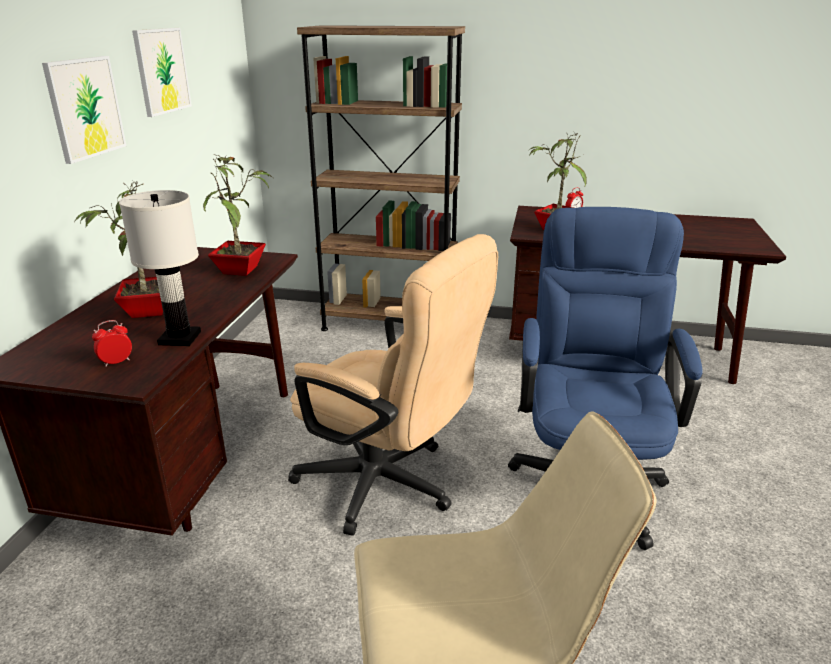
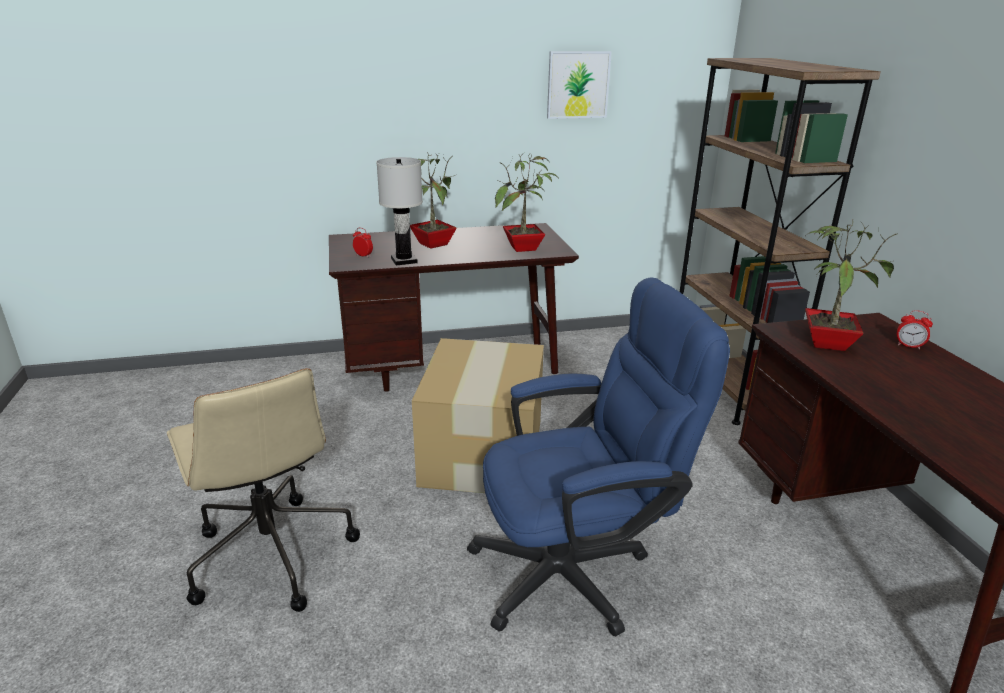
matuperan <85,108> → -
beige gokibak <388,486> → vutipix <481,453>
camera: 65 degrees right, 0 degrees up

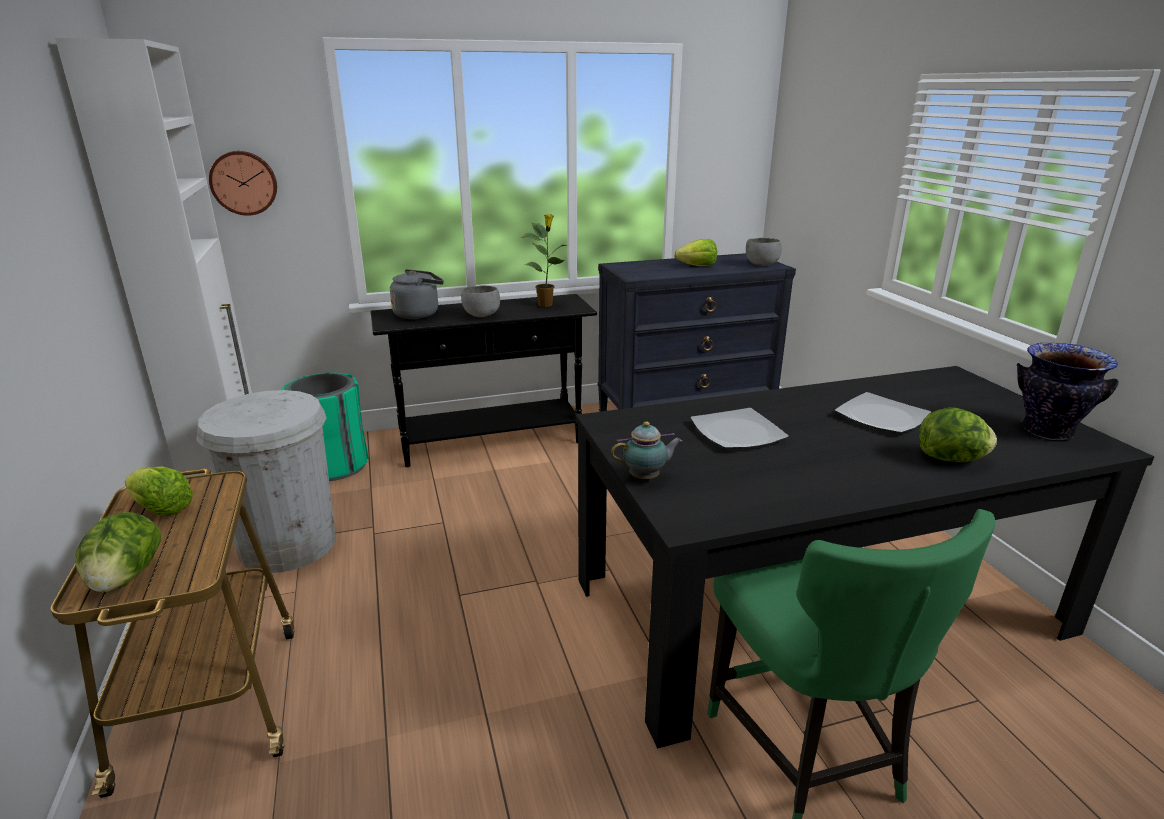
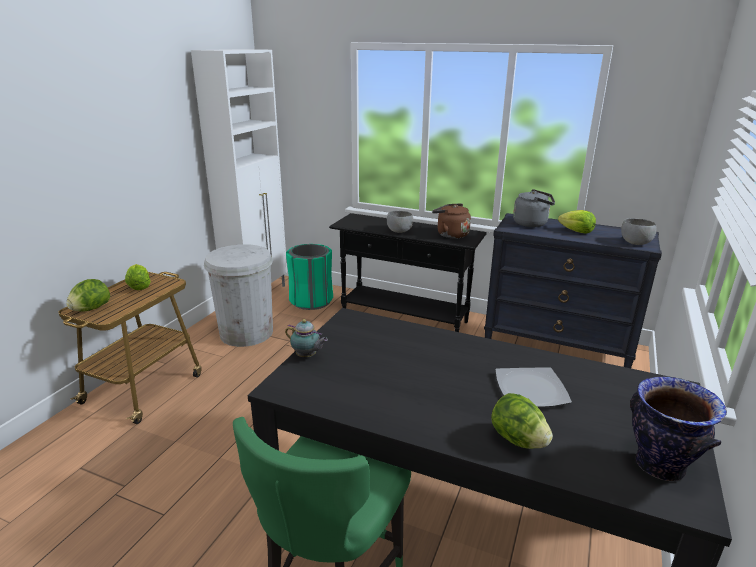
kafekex <244,183> → -
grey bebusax <419,314> → grey bebusax <532,223>, relocated
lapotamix <546,305> → brown bebusax <450,234>
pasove <737,433> → -
camera: 40 degrees right, 0 degrees up

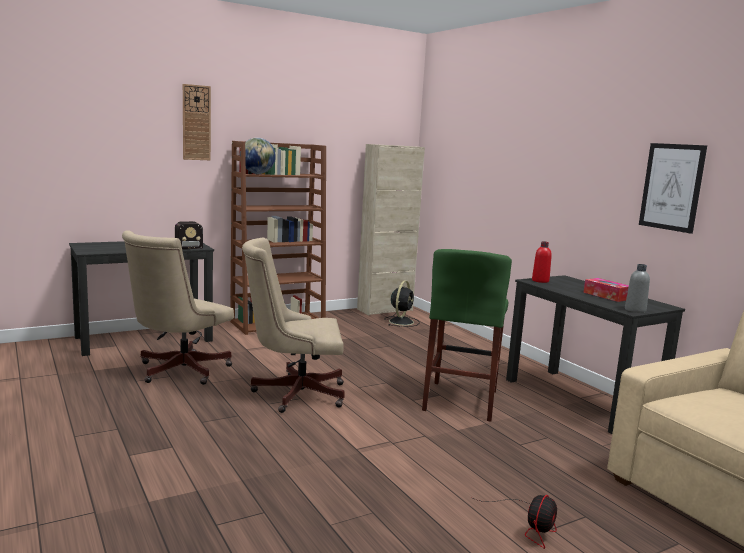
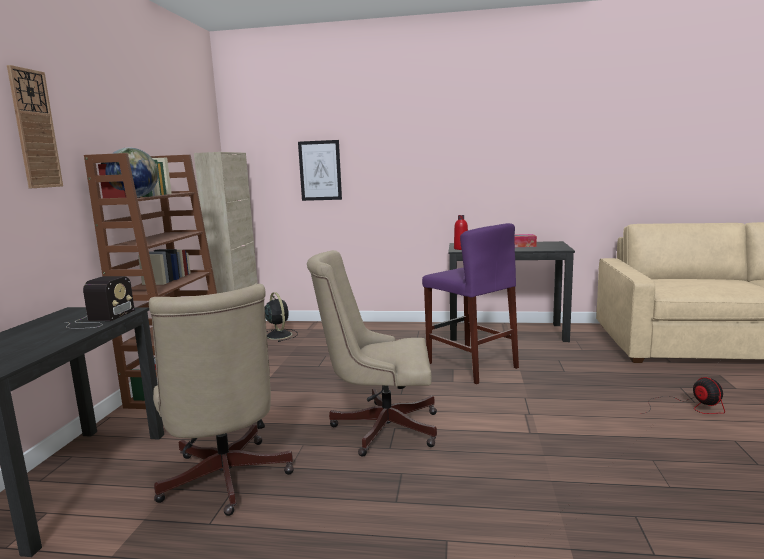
beige gokibak <293,393> → beige gokibak <379,427>, 60 degrees clockwise
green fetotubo <460,400> → purple fetotubo <471,365>
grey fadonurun <635,310> → -
matuperan <671,187> → matuperan <320,170>, relocated
camera: 50 degrees left, 0 degrees up

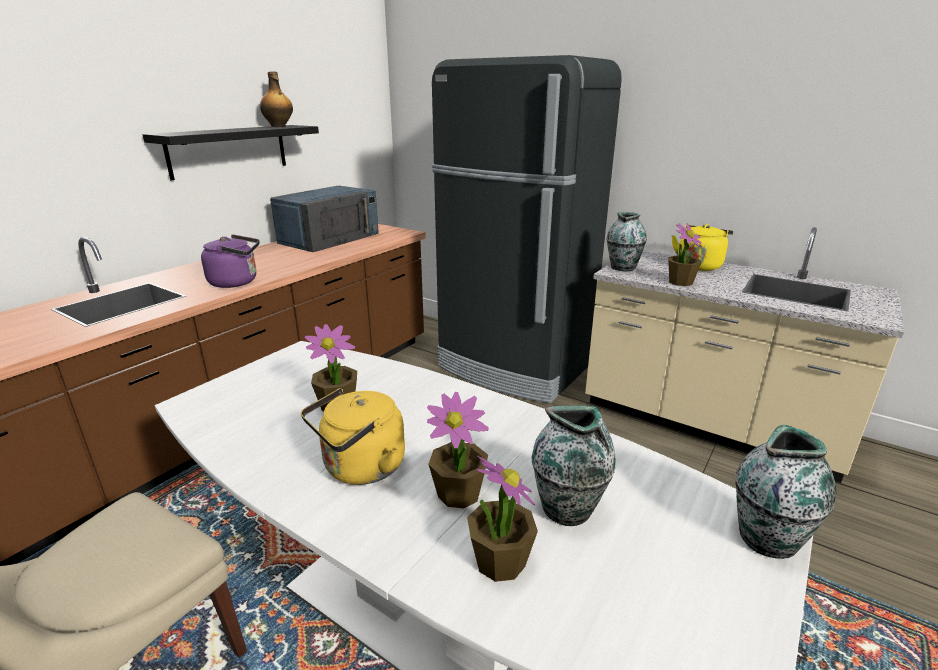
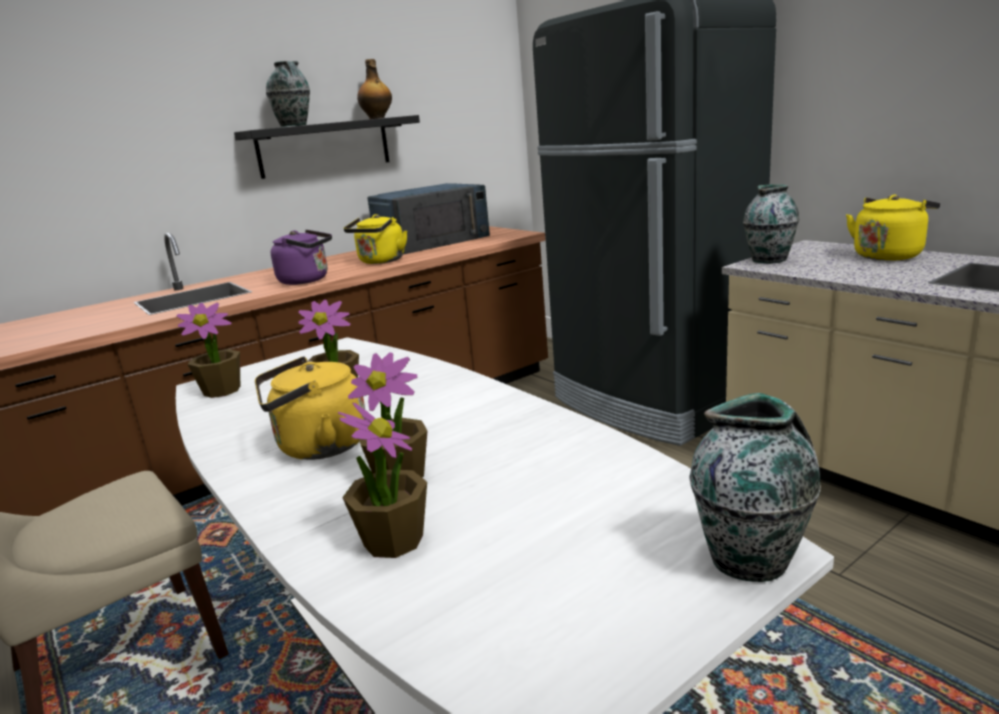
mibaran <568,509> → mibaran <294,126>, relocated
lapotamix <680,282> → lapotamix <222,390>, relocated
- → yellow bebusax <380,261>
camera: 20 degrees right, 5 degrees down

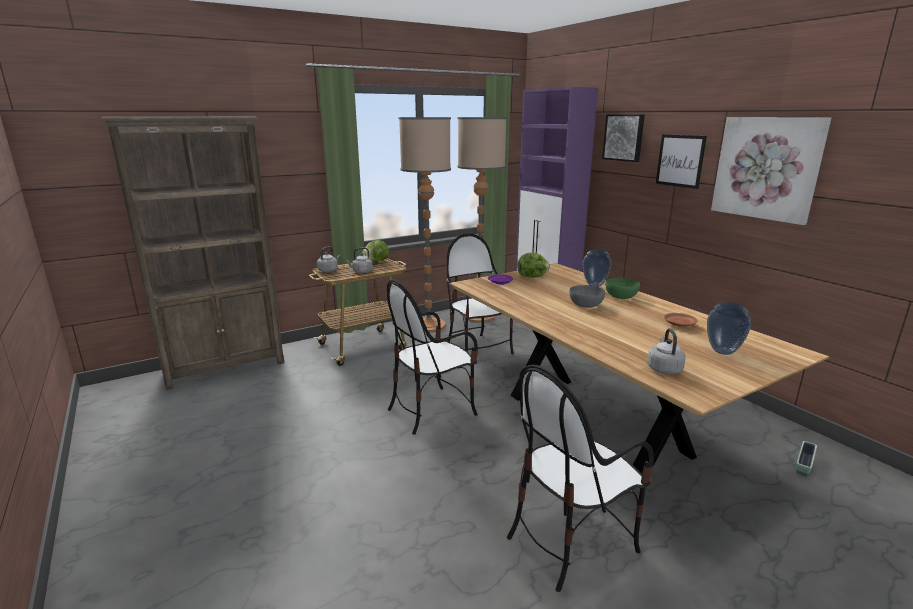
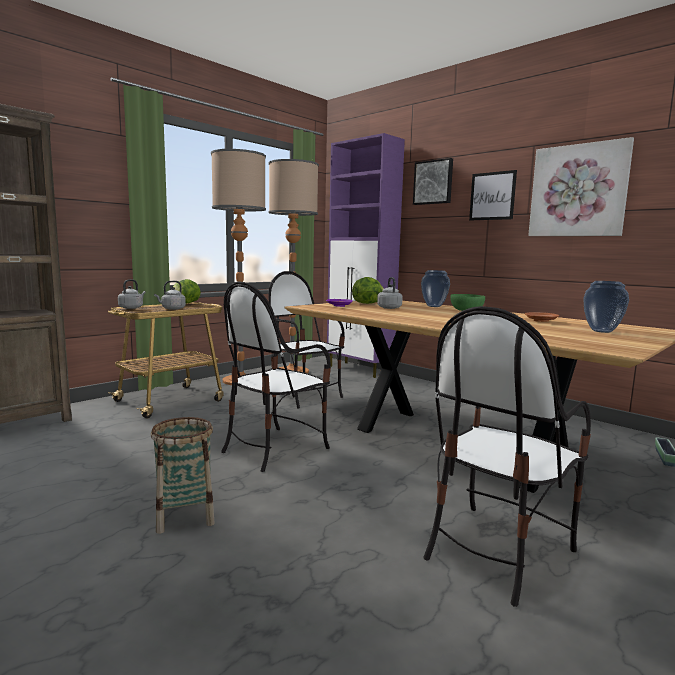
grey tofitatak <586,305> → -
grey bebusax <663,368> → grey bebusax <389,308>, relocated
- → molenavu <185,515>
camera: 15 degrees left, 10 degrees down

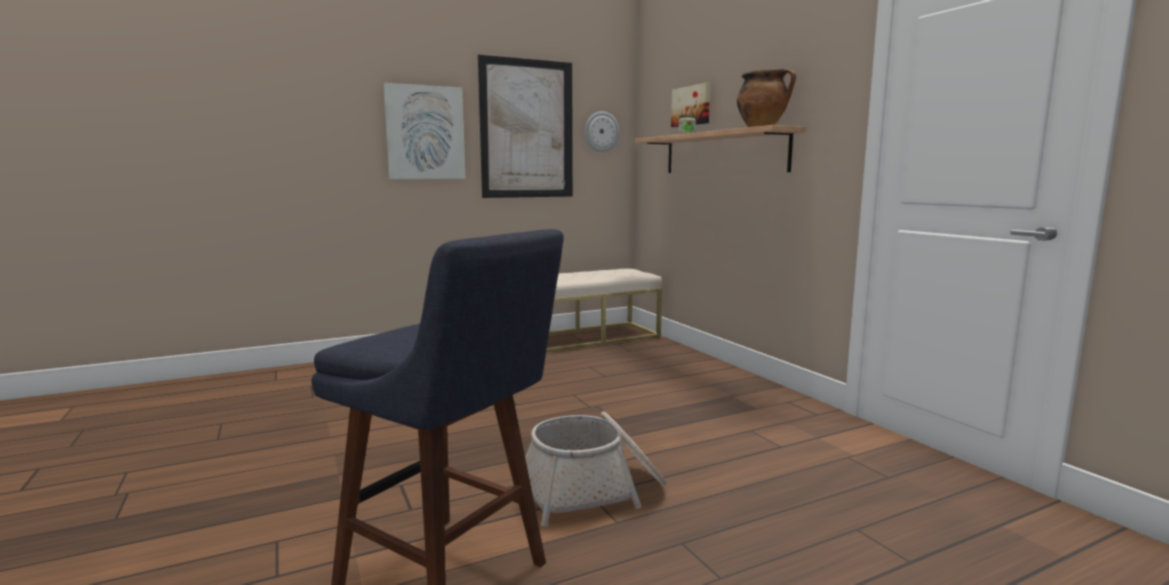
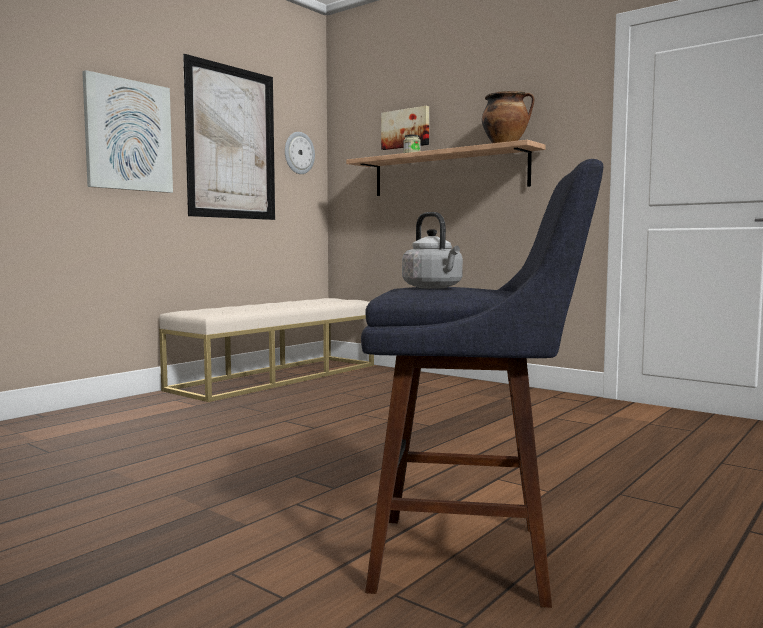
molenavu <593,490> → -
- → grey bebusax <434,287>
camera: 25 degrees left, 5 degrees down

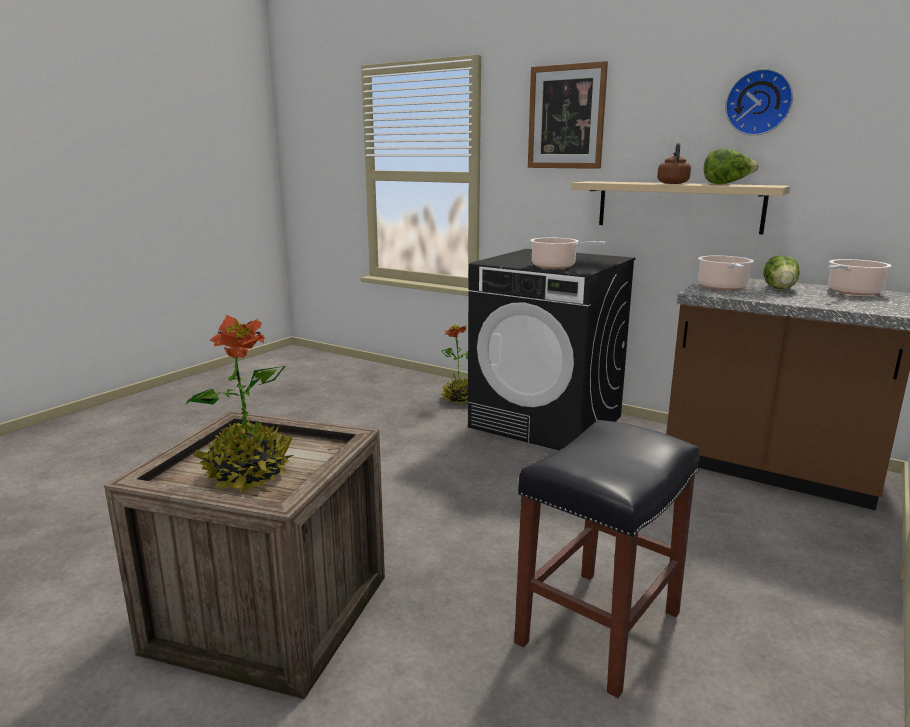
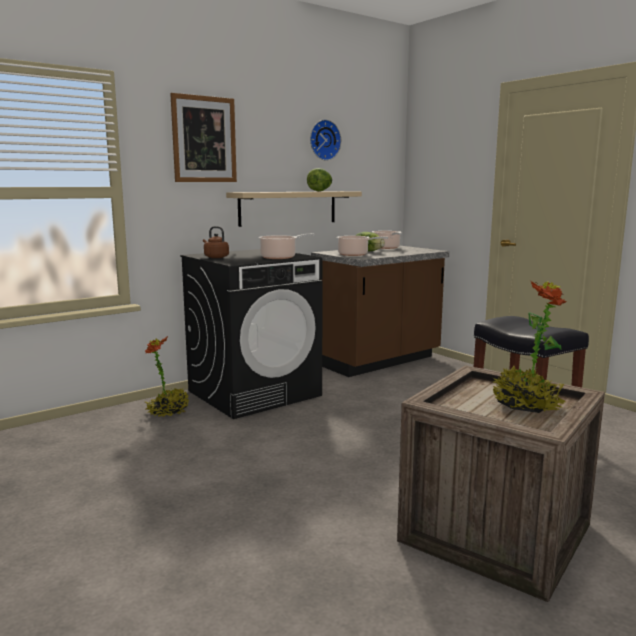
brown bebusax <672,183> → brown bebusax <215,257>, relocated
camera: 70 degrees left, 5 degrees down

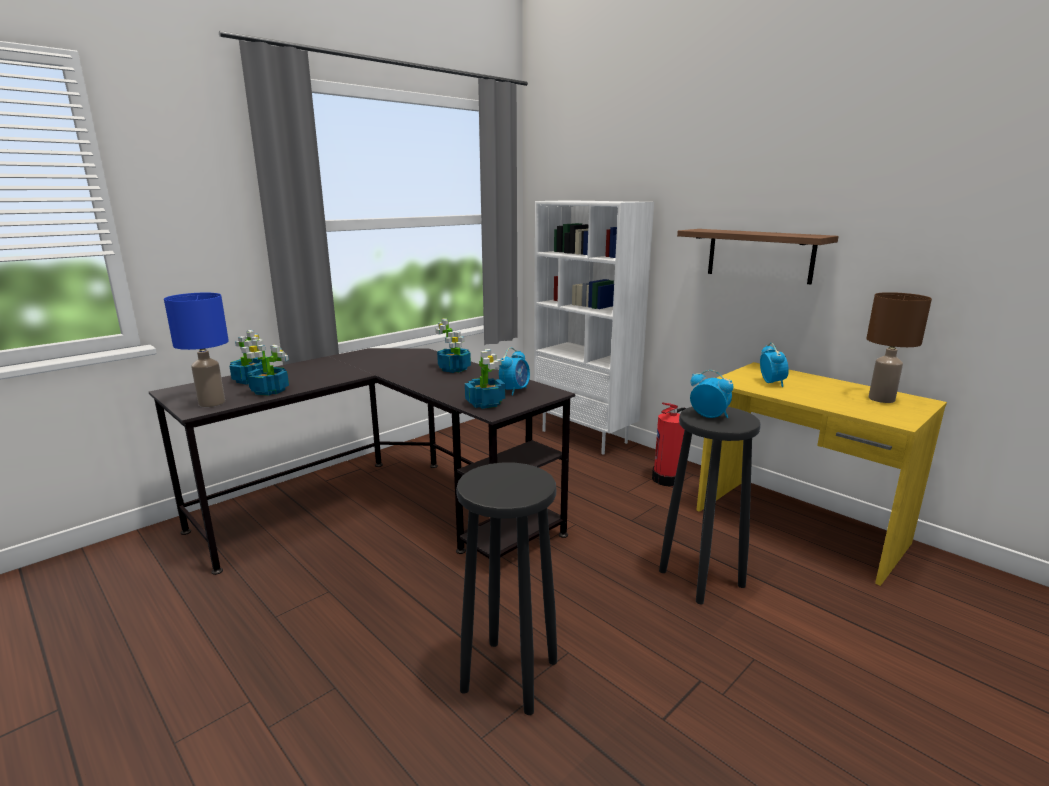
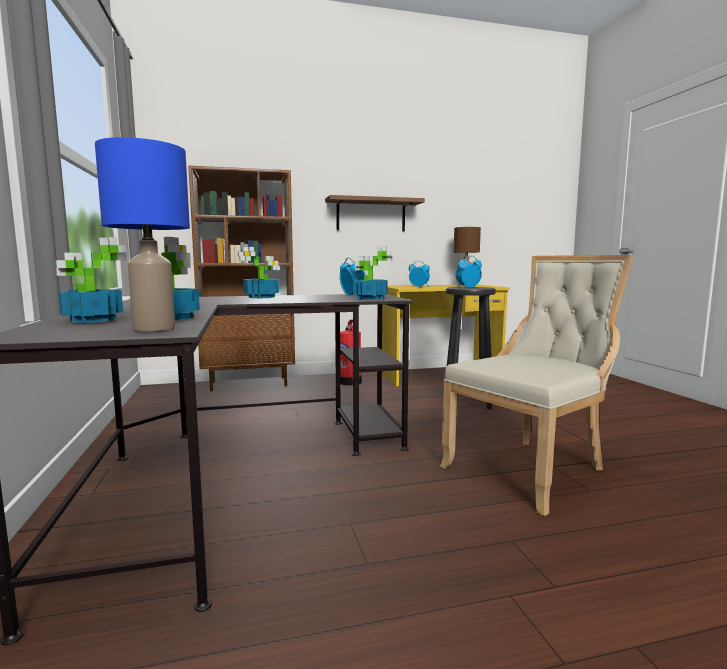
black fetotubo <509,676> → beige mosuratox <530,469>
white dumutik <585,436> → brown dumutik <249,384>
camera: 60 degrees left, 10 degrees down

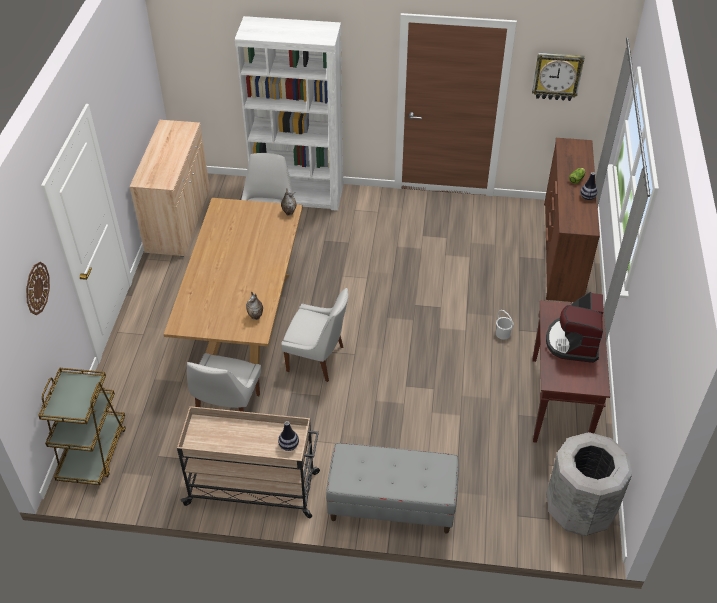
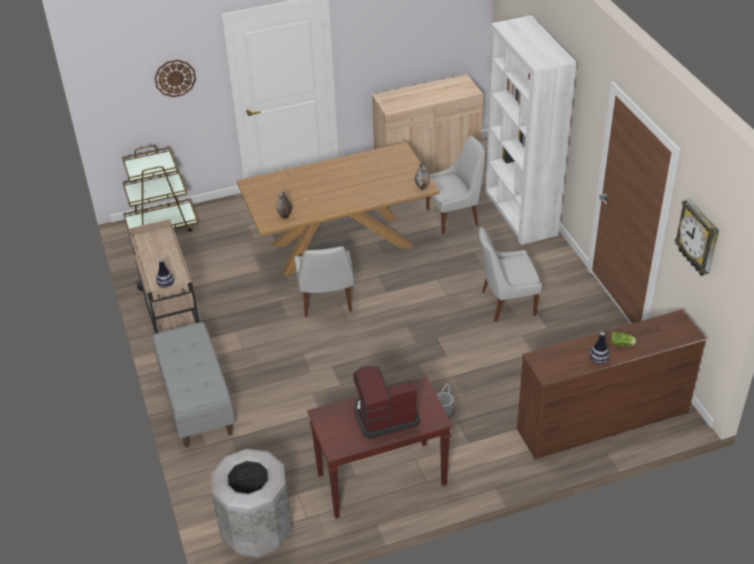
white mosuratox <227,409> → white mosuratox <506,303>, relocated
camera: 65 degrees right, 5 degrees down

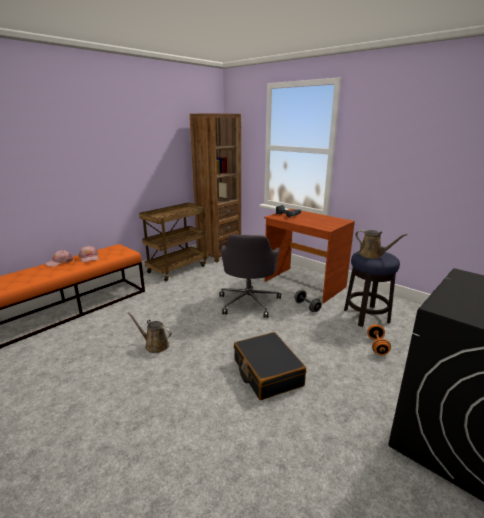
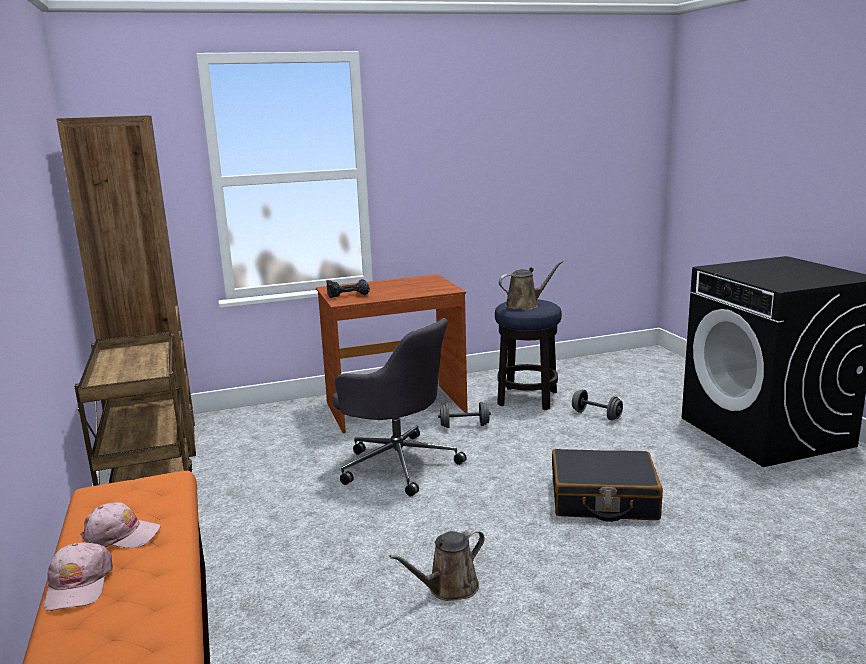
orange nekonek <377,346> → grey nekonek <596,415>
camera: 60 degrees left, 5 degrees down

